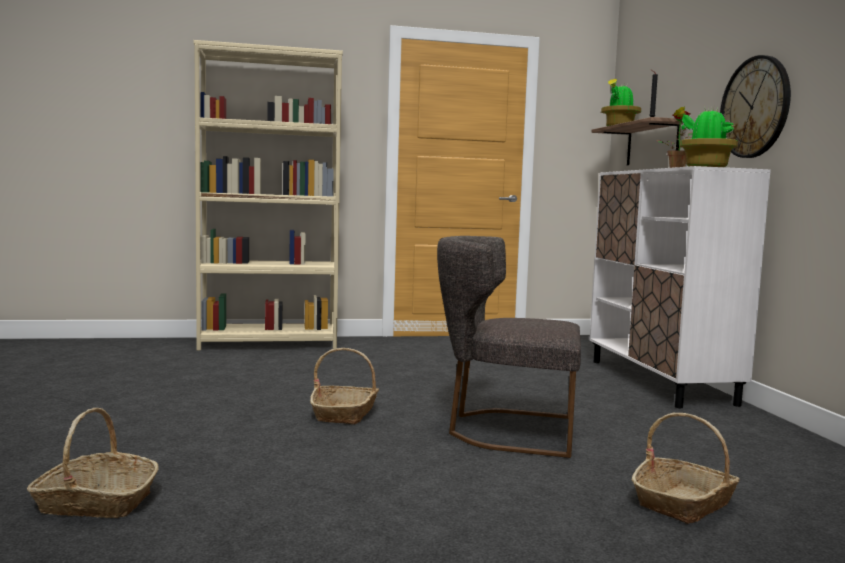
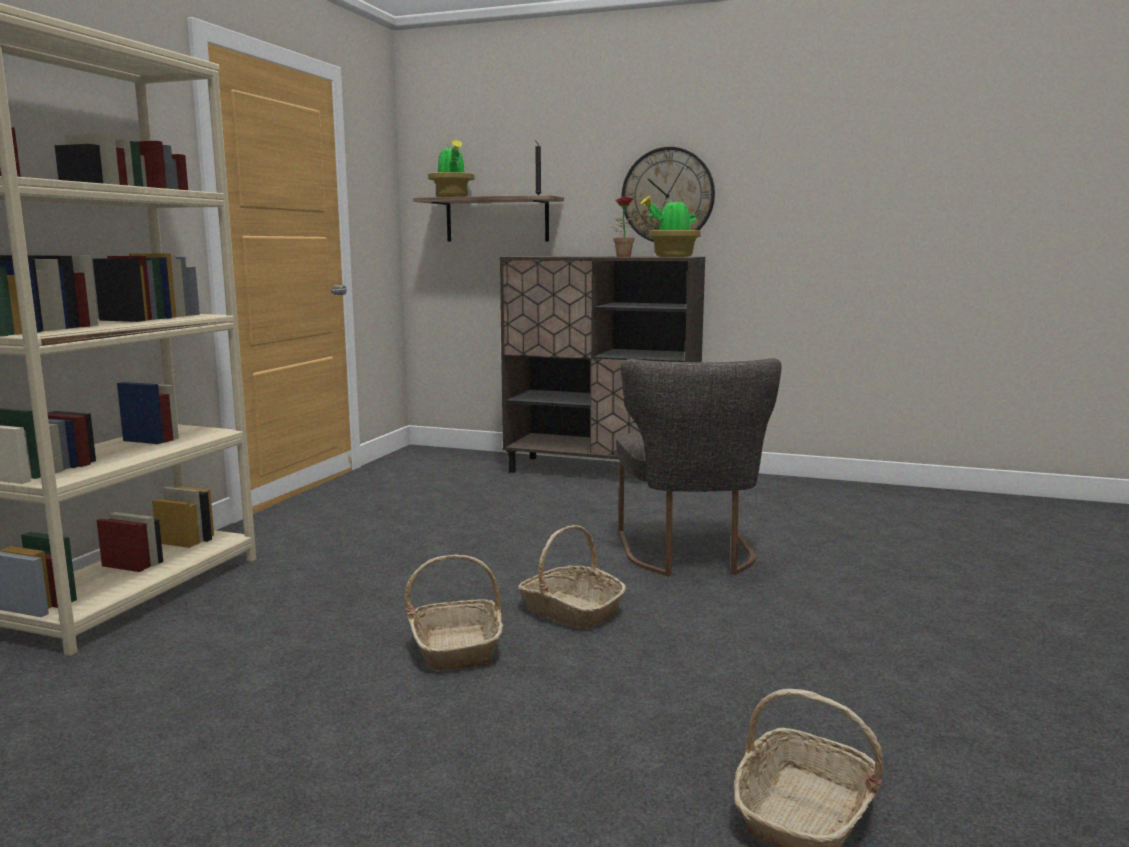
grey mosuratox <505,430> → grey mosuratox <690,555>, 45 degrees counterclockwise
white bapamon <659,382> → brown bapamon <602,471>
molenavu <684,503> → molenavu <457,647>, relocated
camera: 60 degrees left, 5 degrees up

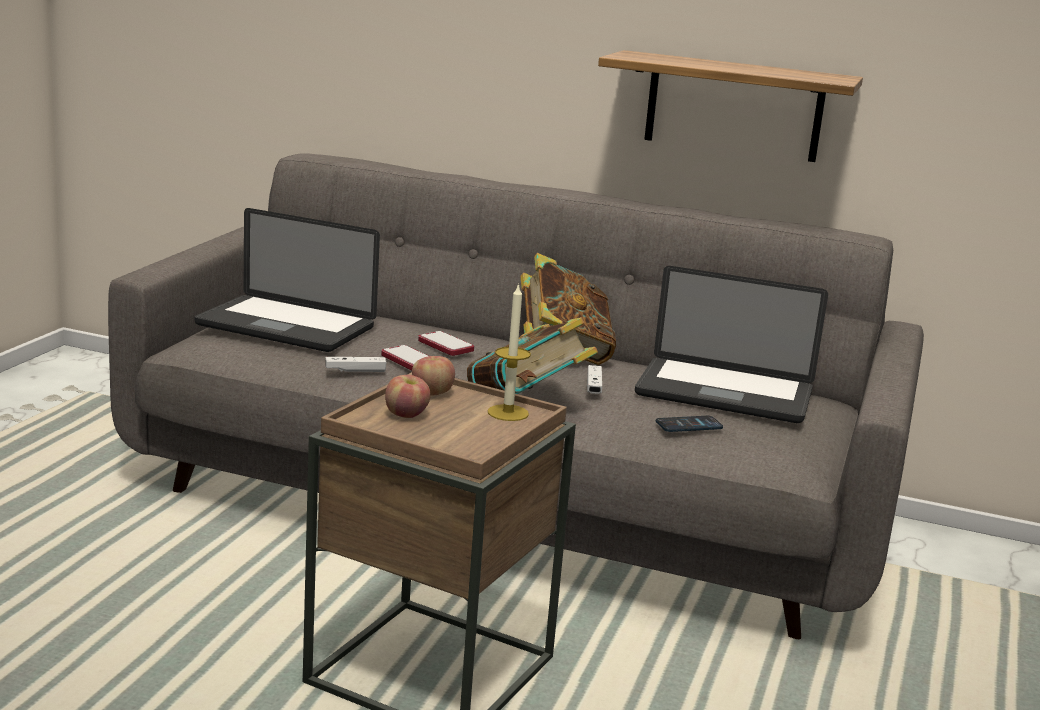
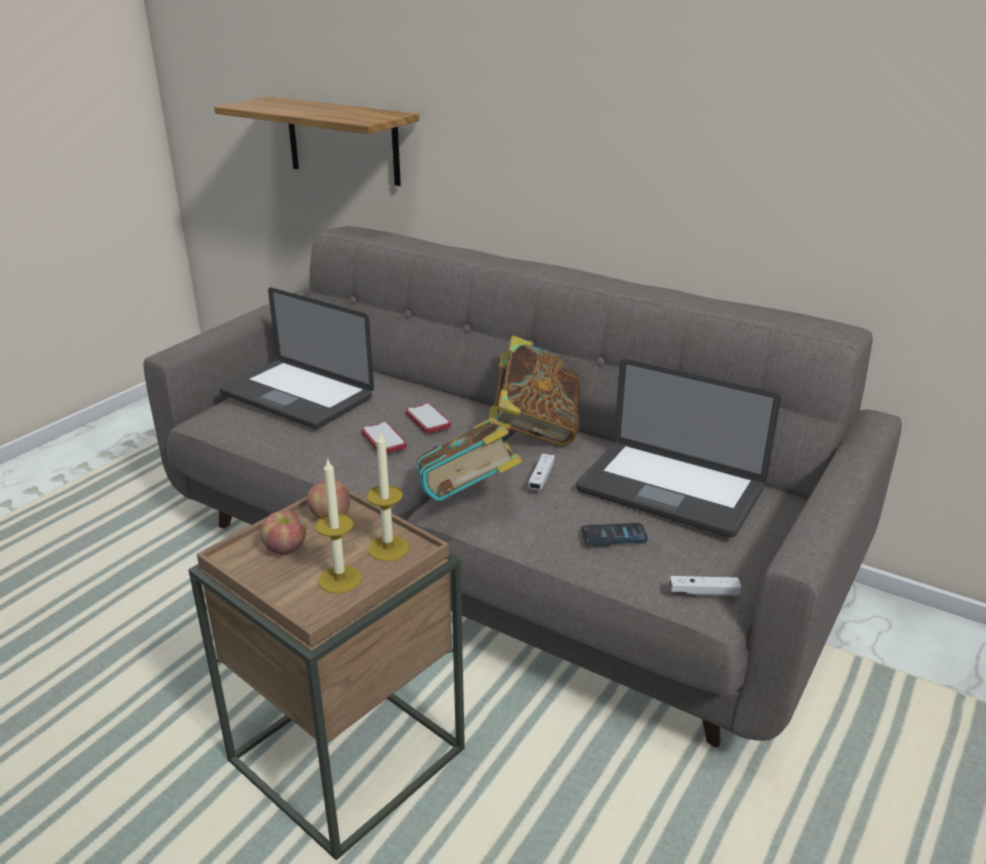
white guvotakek <355,370> → white guvotakek <703,592>, relocated
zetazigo <734,107> → zetazigo <343,141>, relocated
- → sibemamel <340,579>
camera: 15 degrees right, 10 degrees up

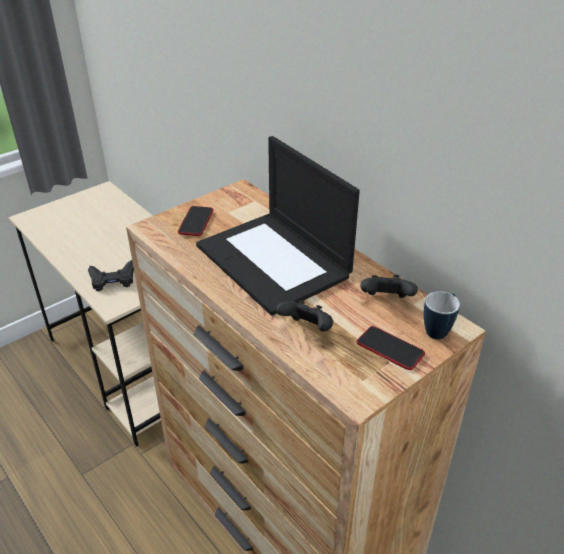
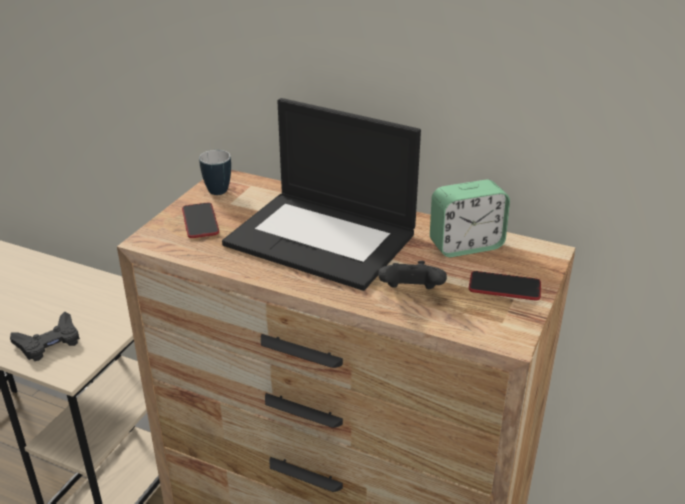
black guvotakek <386,300> → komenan <466,245>
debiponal <439,330> → debiponal <220,188>, relocated
camera: 25 degrees left, 5 degrees down

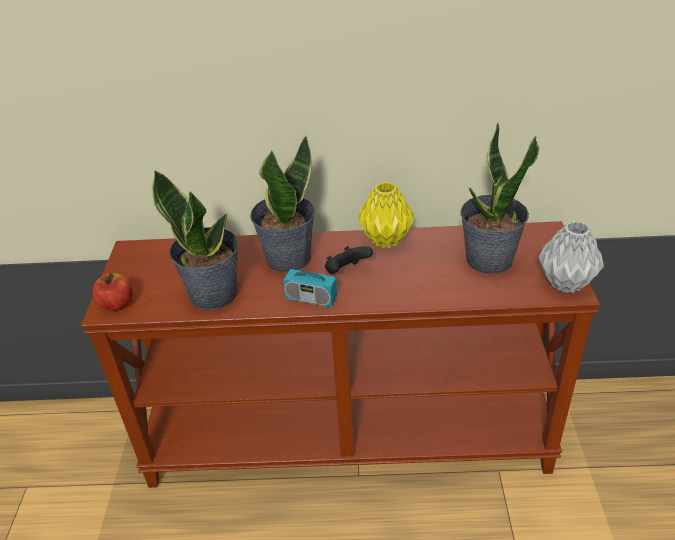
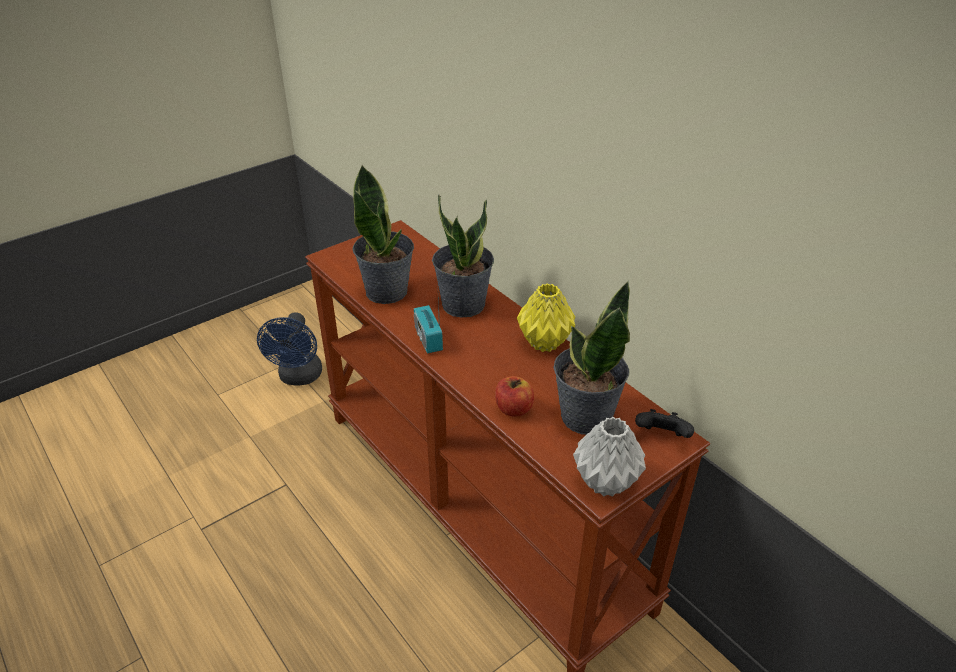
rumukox <117,304> → rumukox <513,409>, relocated
black guvotakek <346,272> → black guvotakek <662,436>, relocated
- → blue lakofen <299,377>
camera: 50 degrees right, 0 degrees up

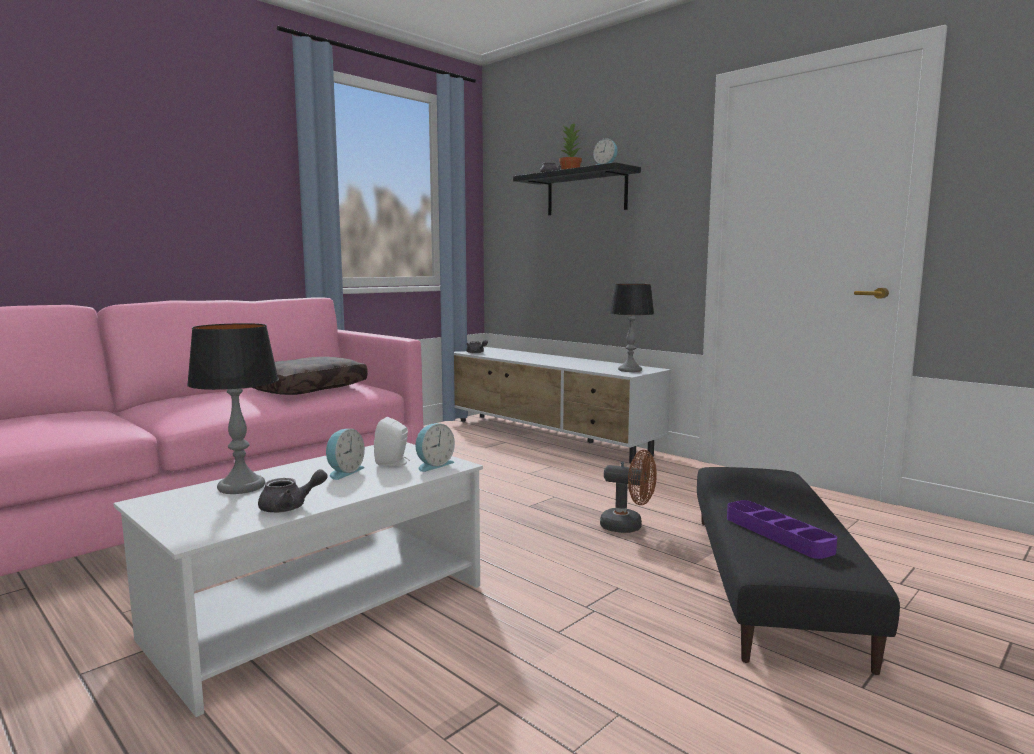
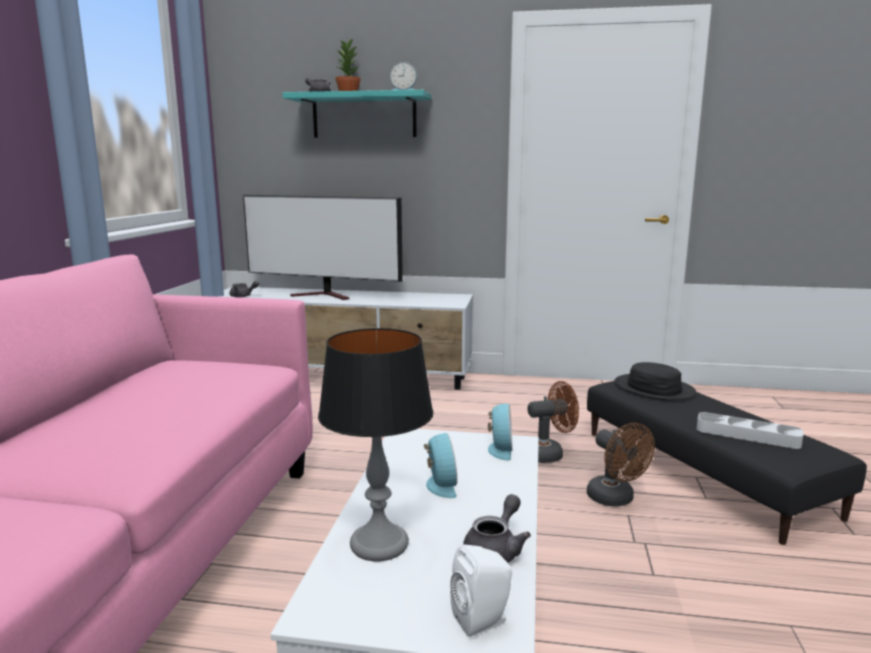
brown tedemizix <307,388> → -
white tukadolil <393,463> → white tukadolil <483,620>, relocated
black zetazigo <586,193> → turquoise zetazigo <364,116>
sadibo <630,370> → -
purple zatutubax <777,534> → grey zatutubax <747,435>
- → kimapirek <325,295>
- → brown lakofen <615,499>
- → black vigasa <653,389>
camera: 35 degrees left, 5 degrees up

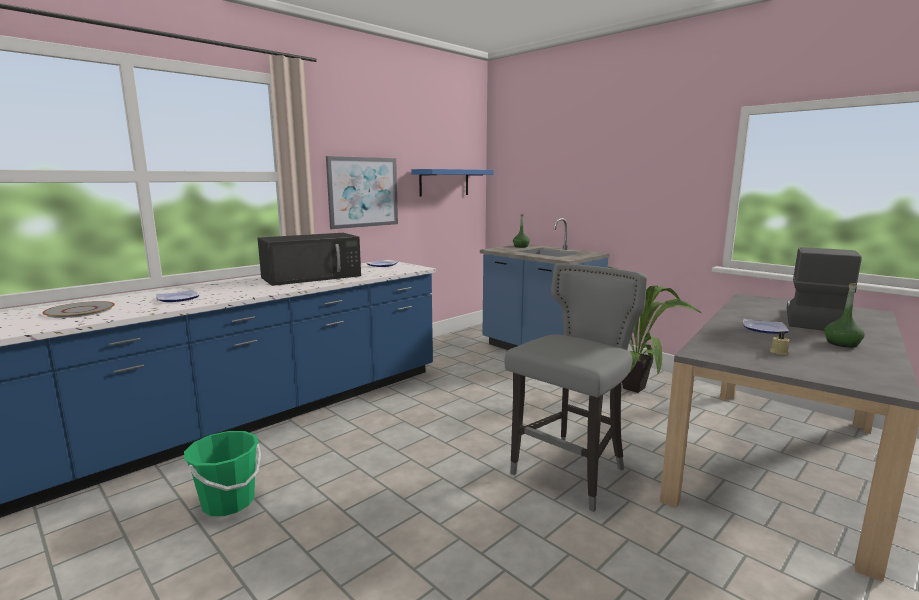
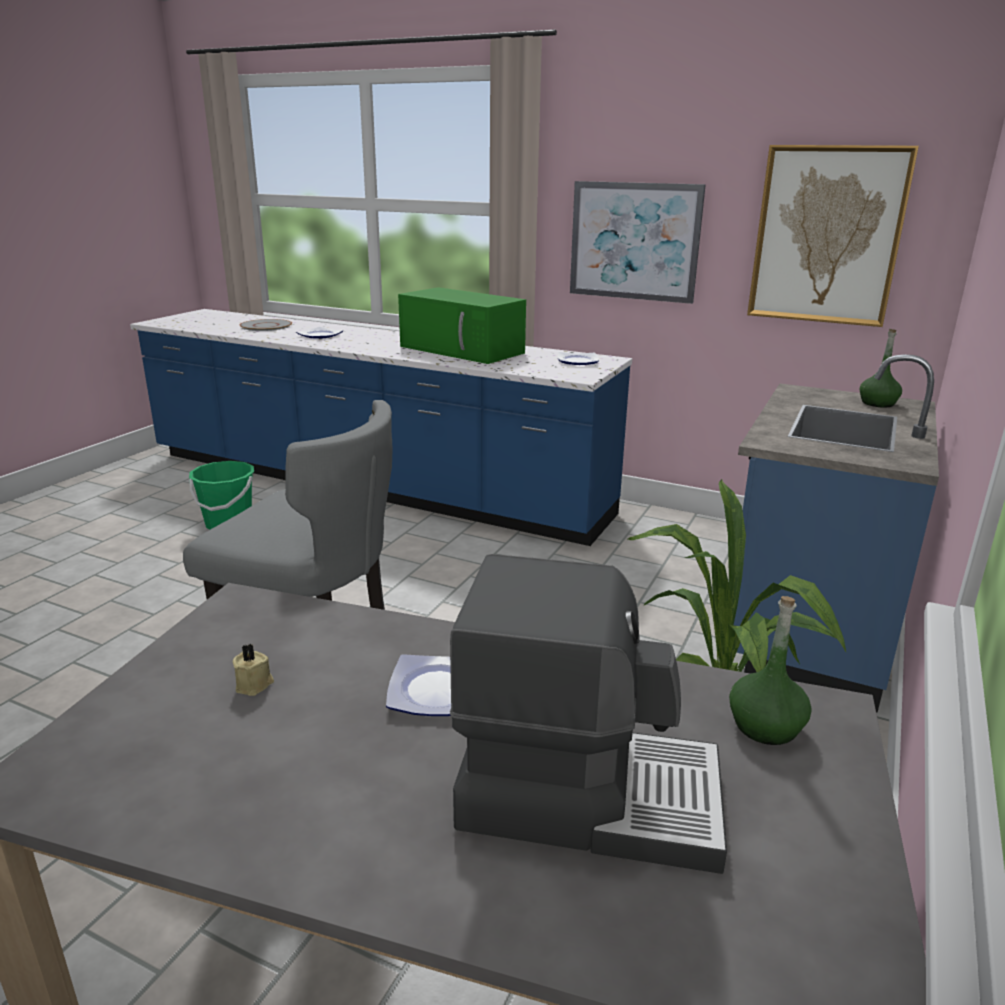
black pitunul <313,276> → green pitunul <463,350>
blue zetazigo <444,182> → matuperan <827,236>
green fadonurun <841,343> → green fadonurun <765,726>, relocated
camera: 70 degrees right, 10 degrees up

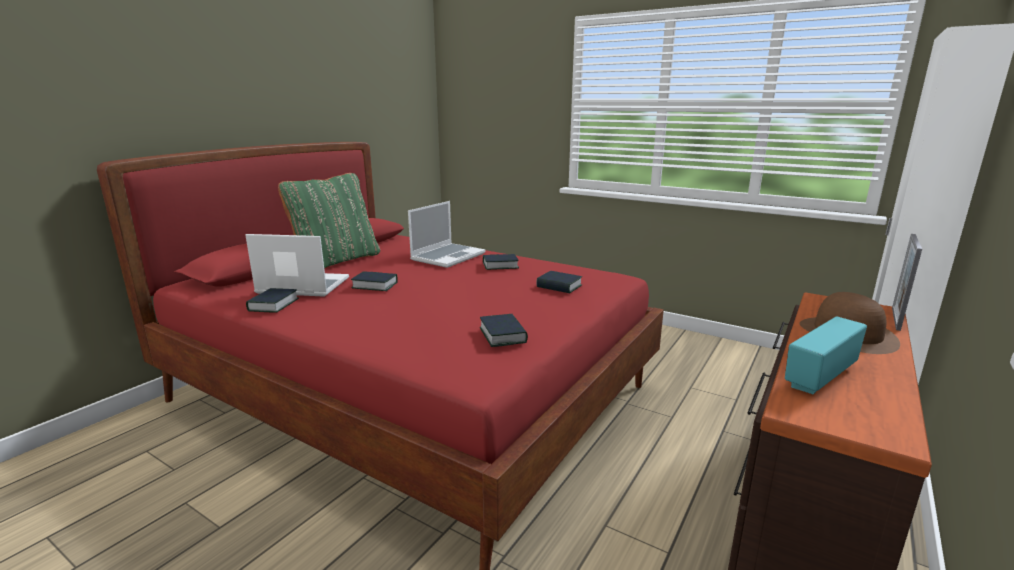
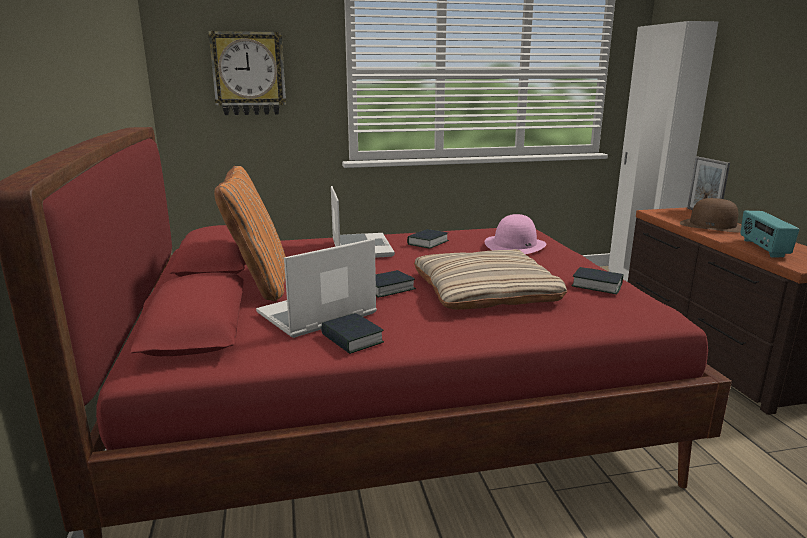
green tedemizix <336,261> → orange tedemizix <259,283>
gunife <559,286> → pink vigasa <515,245>
- → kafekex <249,74>
- → beige tedemizix <484,289>
camera: 45 degrees left, 0 degrees up

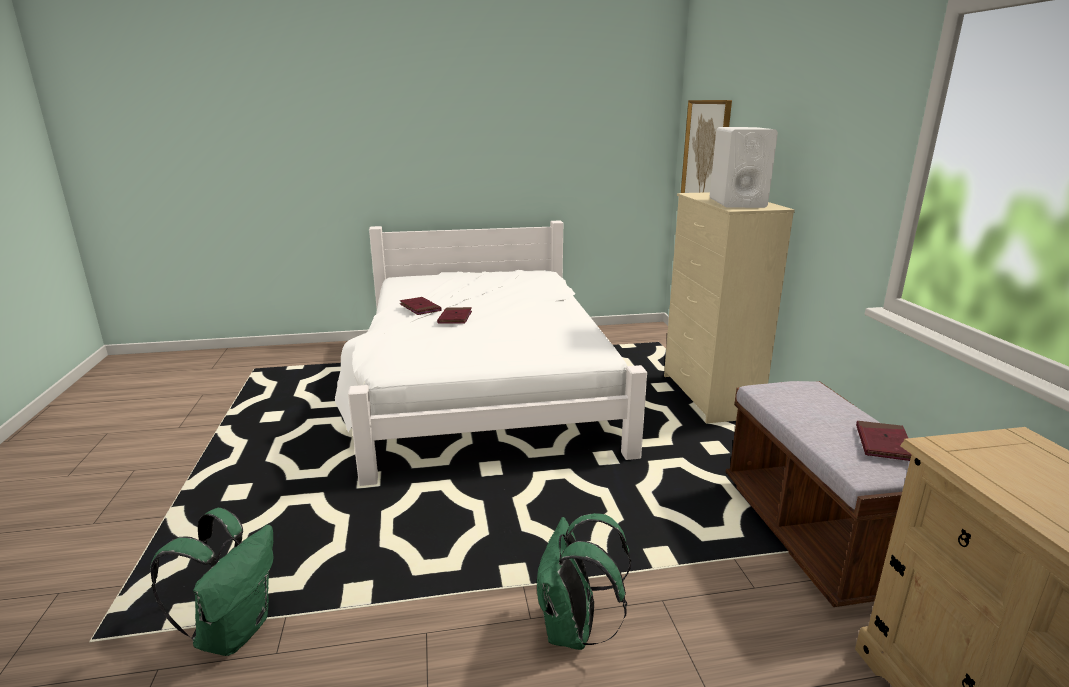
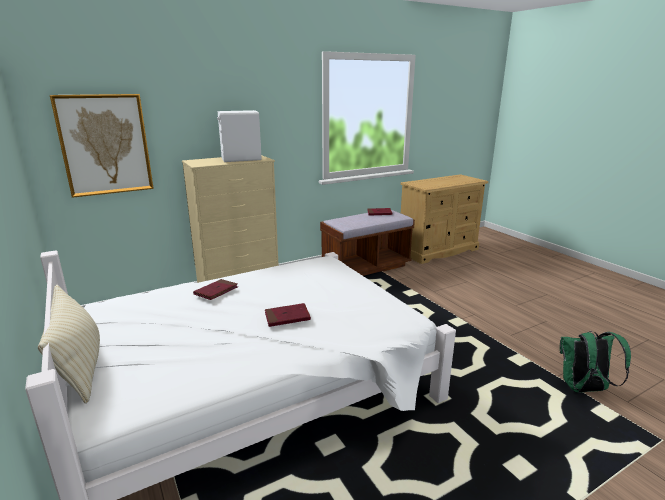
red gunife <420,308> → red gunife <216,291>, relocated
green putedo <574,631> → -
- → beige tedemizix <79,367>
camera: 110 degrees left, 0 degrees up

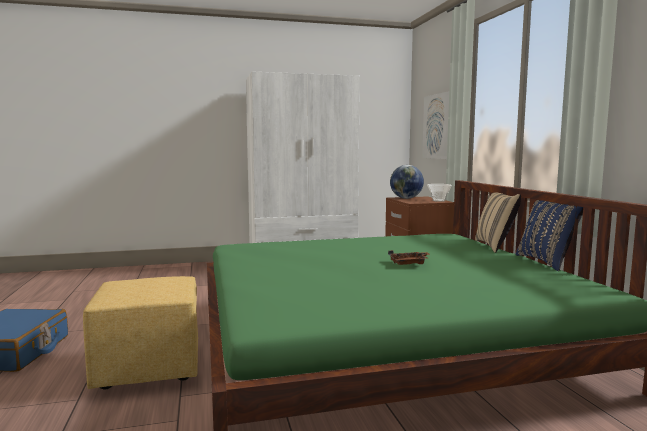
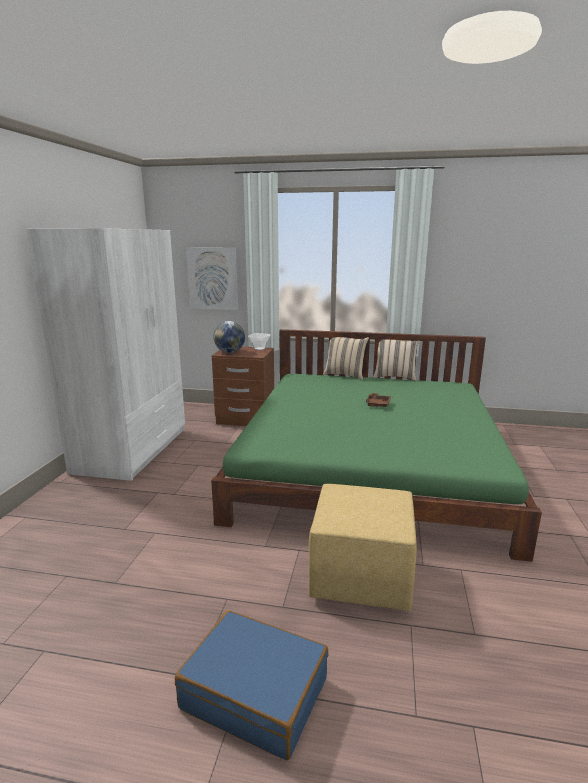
blue tedemizix <547,262> → beige tedemizix <394,377>
camera: 65 degrees left, 10 degrees up

